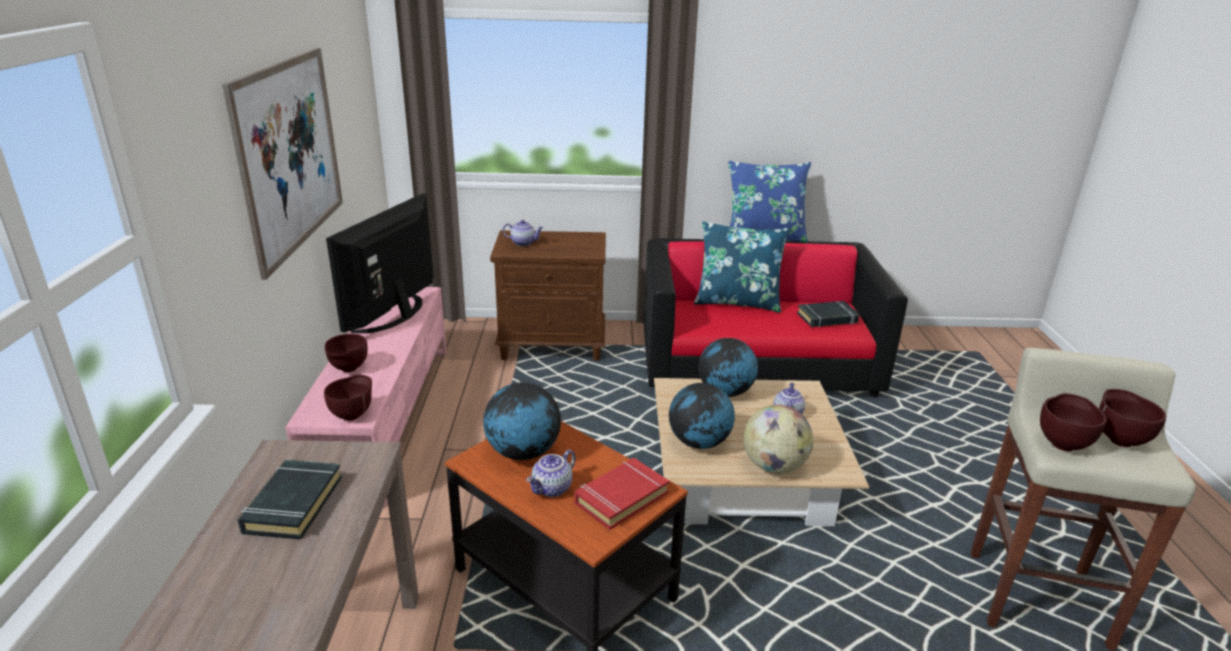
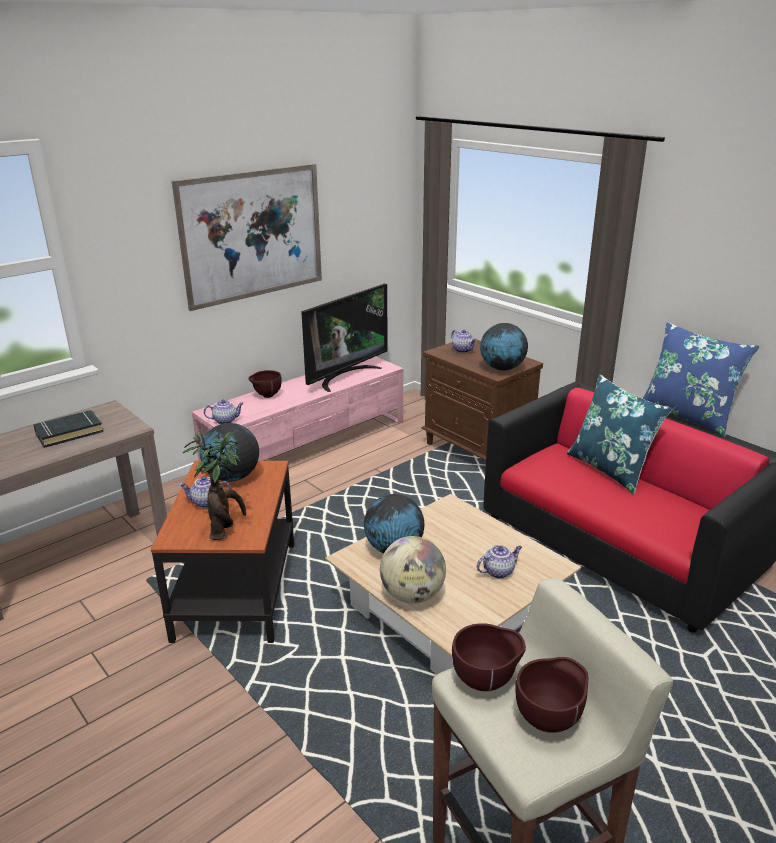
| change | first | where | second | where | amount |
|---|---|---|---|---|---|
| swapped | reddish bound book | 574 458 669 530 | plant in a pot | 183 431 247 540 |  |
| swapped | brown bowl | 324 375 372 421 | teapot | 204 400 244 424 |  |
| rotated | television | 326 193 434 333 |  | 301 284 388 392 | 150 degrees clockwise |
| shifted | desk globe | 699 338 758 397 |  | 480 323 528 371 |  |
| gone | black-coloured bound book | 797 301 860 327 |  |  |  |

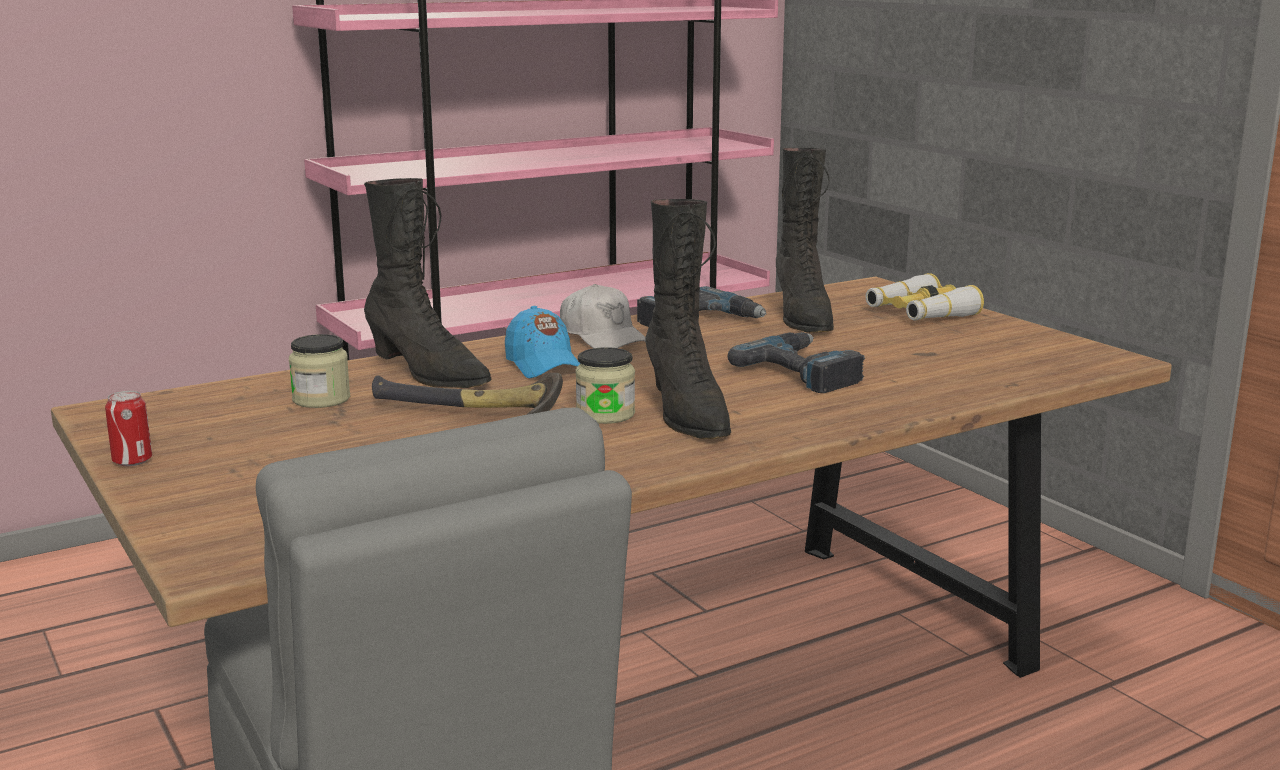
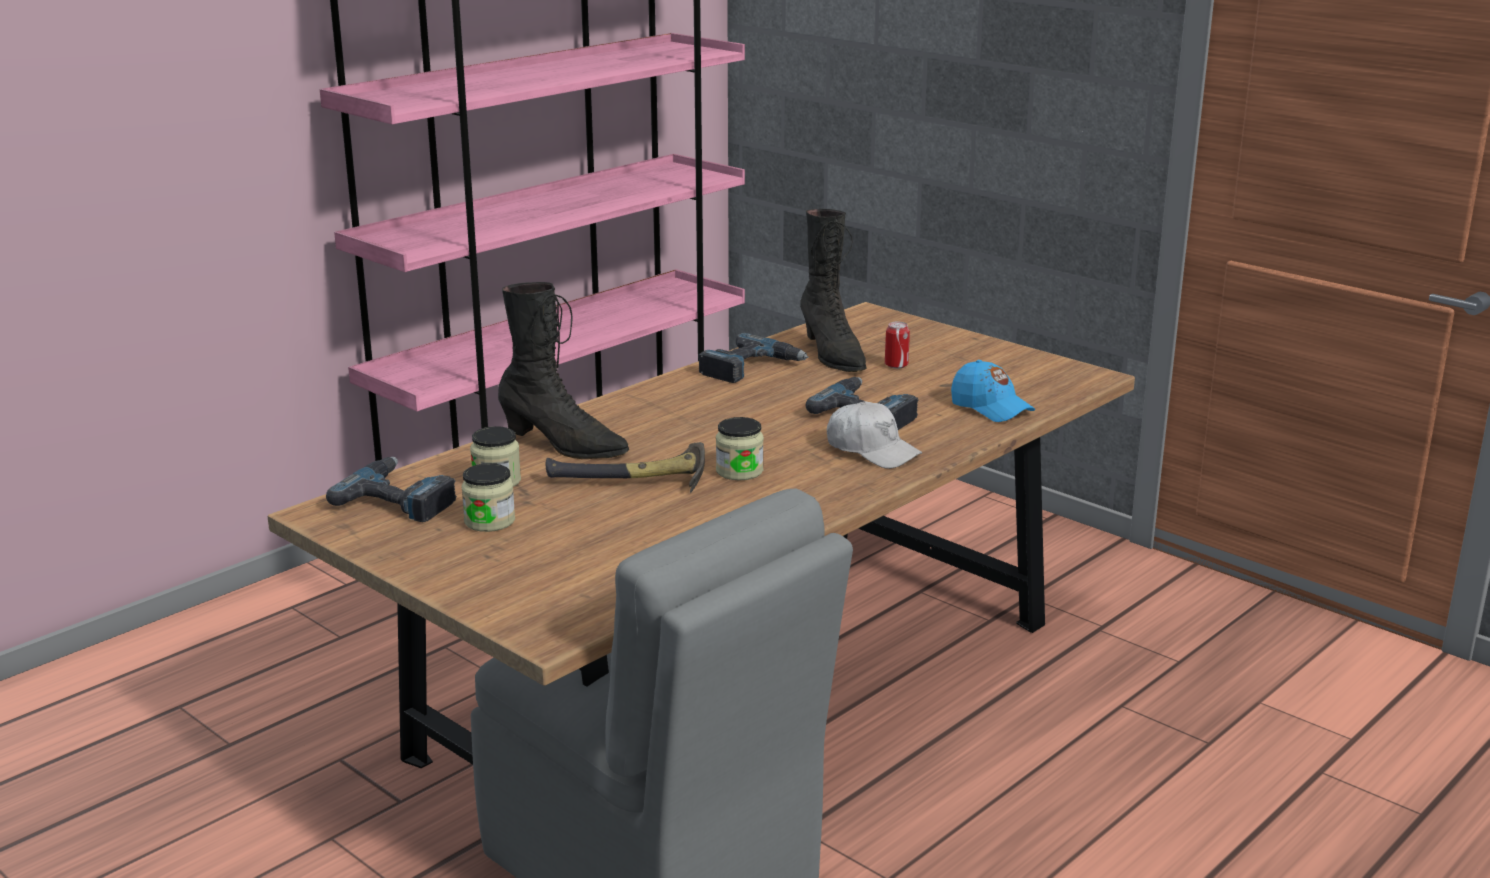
| change | first | where | second | where | amount |
|---|---|---|---|---|---|
| new |  |  | power drill | 326 457 457 522 |  |
| new |  |  | jar | 461 463 515 532 |  |
| shifted | white-coloured cap | 560 284 646 348 |  | 827 401 922 469 |  |
| shifted | can | 105 391 152 466 |  | 885 322 910 369 |  |
| shifted | blue cap | 505 306 580 378 |  | 951 360 1035 422 |  |
| gone | black-coloured high-top boot | 645 199 731 439 |  |  |  |
| gone | pair of binoculars | 866 273 984 321 |  |  |  |

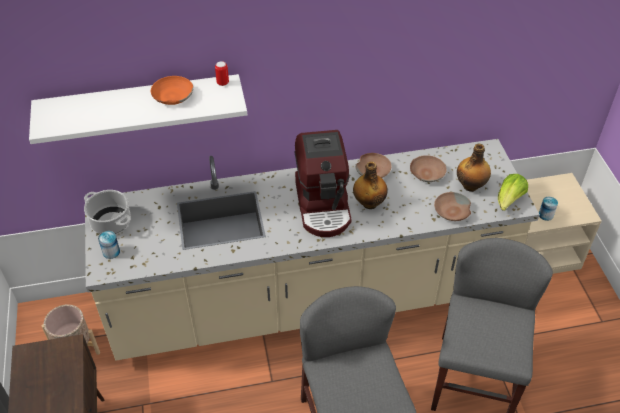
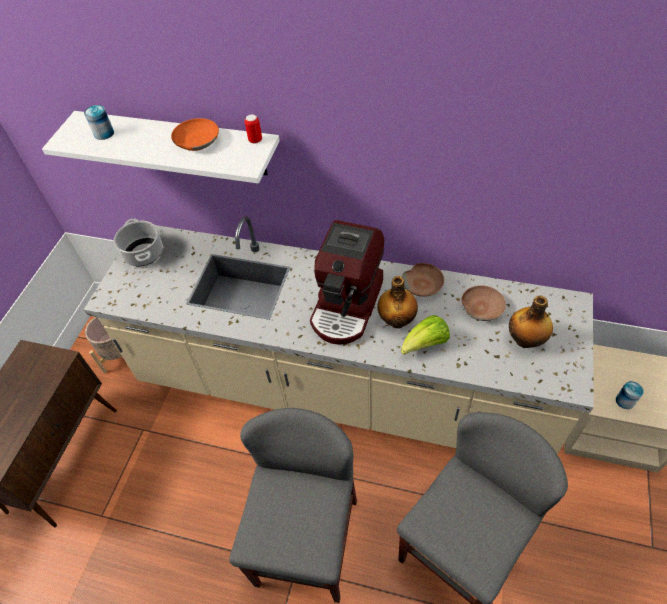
| change | first | where | second | where | amount |
|---|---|---|---|---|---|
| shifted | can | 98 231 120 259 |  | 84 105 114 140 |  |
| shifted | head of lettuce | 498 174 528 211 |  | 401 315 450 355 |  |
| gone | brown bowl | 434 192 471 221 |  |  |  |

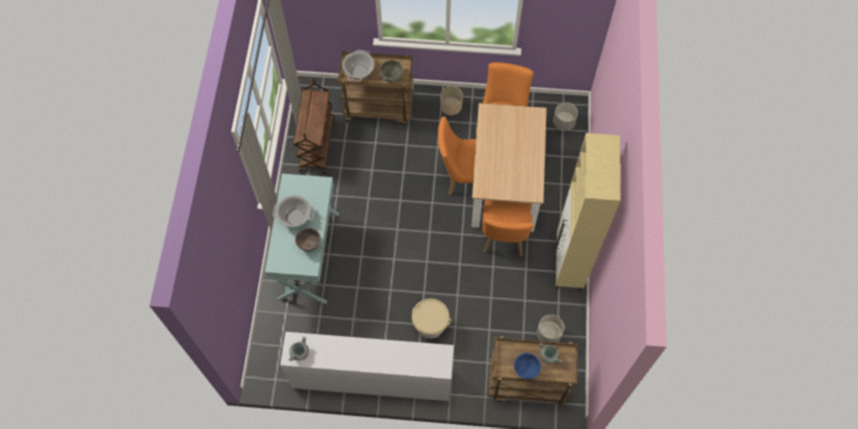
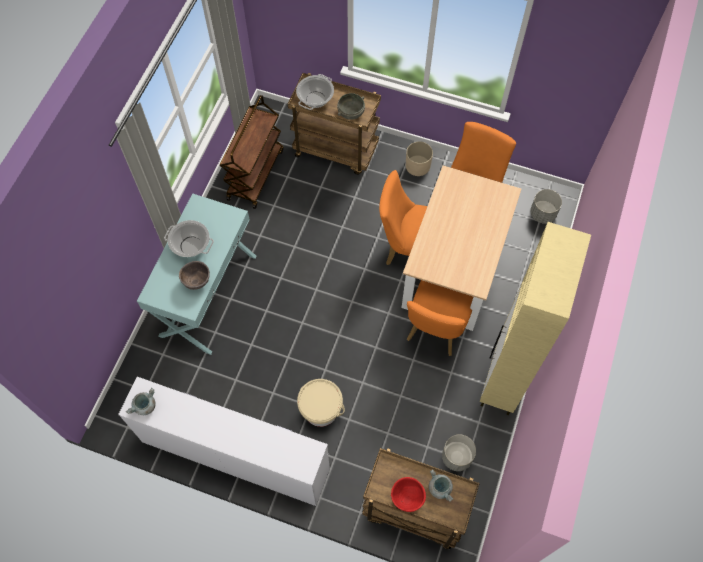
| change | first | where | second | where | amount |
|---|---|---|---|---|---|
| repainted | blue bowl | 514 353 542 379 | reddish bowl | 391 477 426 512 |  |

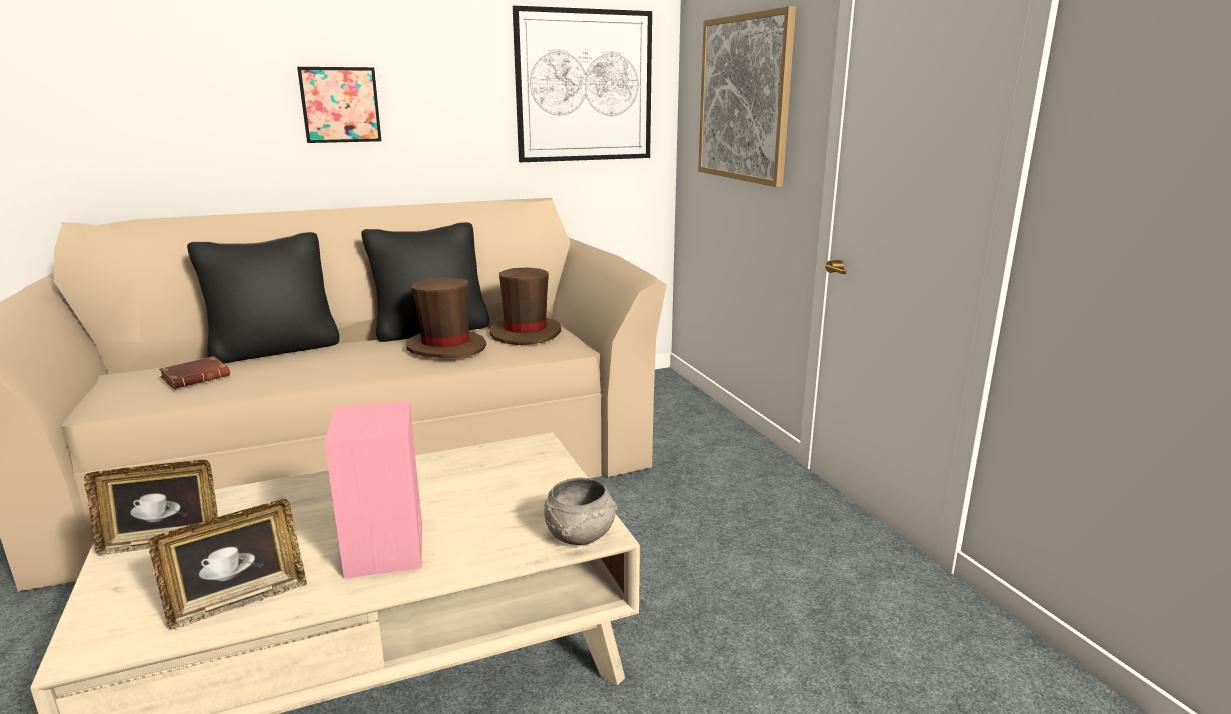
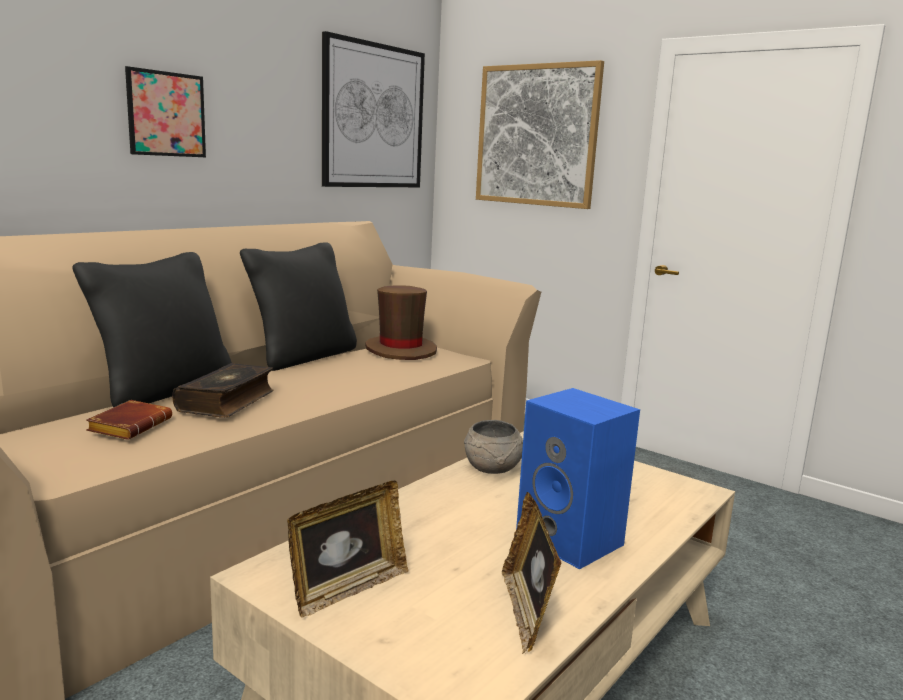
| change | first | where | second | where | amount |
|---|---|---|---|---|---|
| new |  |  | bound book | 172 363 274 418 |  |
| shifted | grey bowl | 544 478 617 545 |  | 464 420 523 474 |  |
| rotated | photo frame | 148 499 307 629 |  | 502 492 562 654 | 150 degrees clockwise |
| repainted | pink loudspeaker | 324 401 422 578 | blue loudspeaker | 516 388 640 569 |  |
| gone | brown clothing hat | 406 277 486 358 |  |  |  |

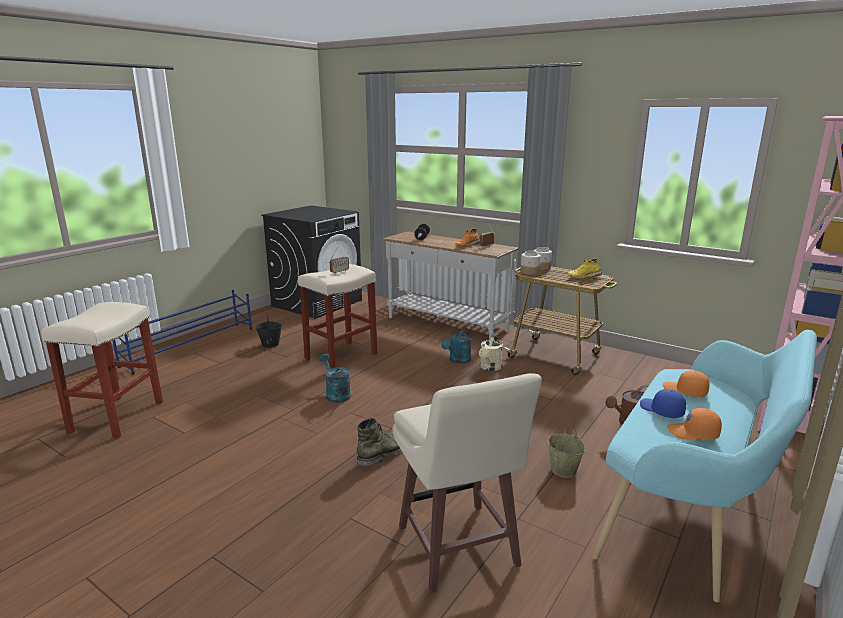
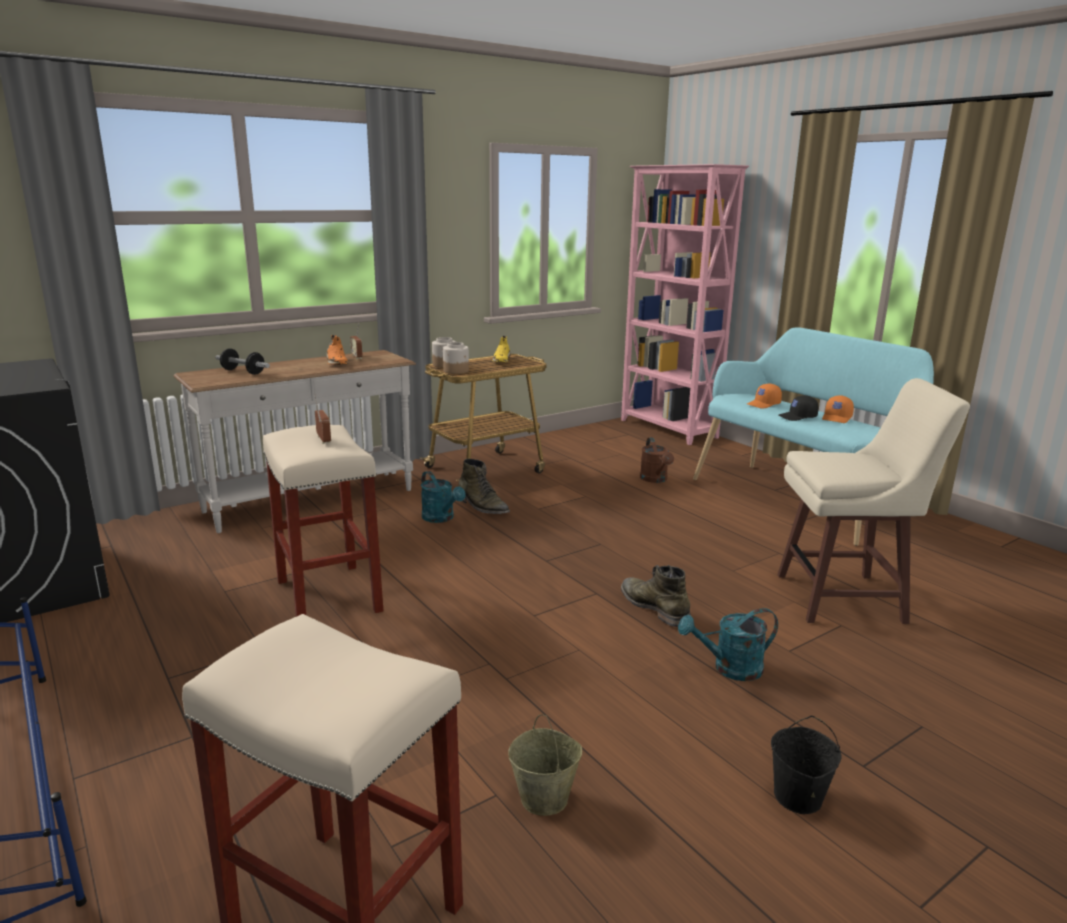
| change | first | where | second | where | amount |
|---|---|---|---|---|---|
| swapped | beige sprinkling can | 479 334 503 371 | greenish high-top boot | 459 459 510 514 |  |
| shifted | beige water bucket | 548 424 585 478 |  | 508 714 582 816 |  |
| shifted | blue-green sprinkling can | 319 354 351 403 |  | 678 608 778 681 |  |
| shifted | black-coloured water bucket | 255 312 282 348 |  | 771 716 842 814 |  |
| repainted | blue cap | 640 389 686 418 | black-coloured cap | 778 395 818 421 |  |

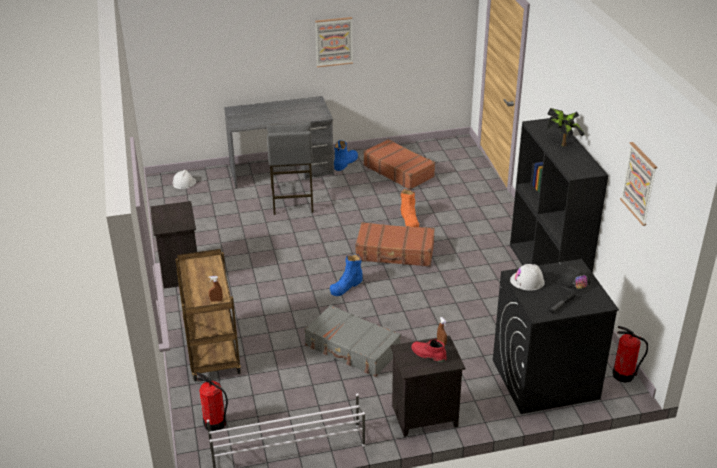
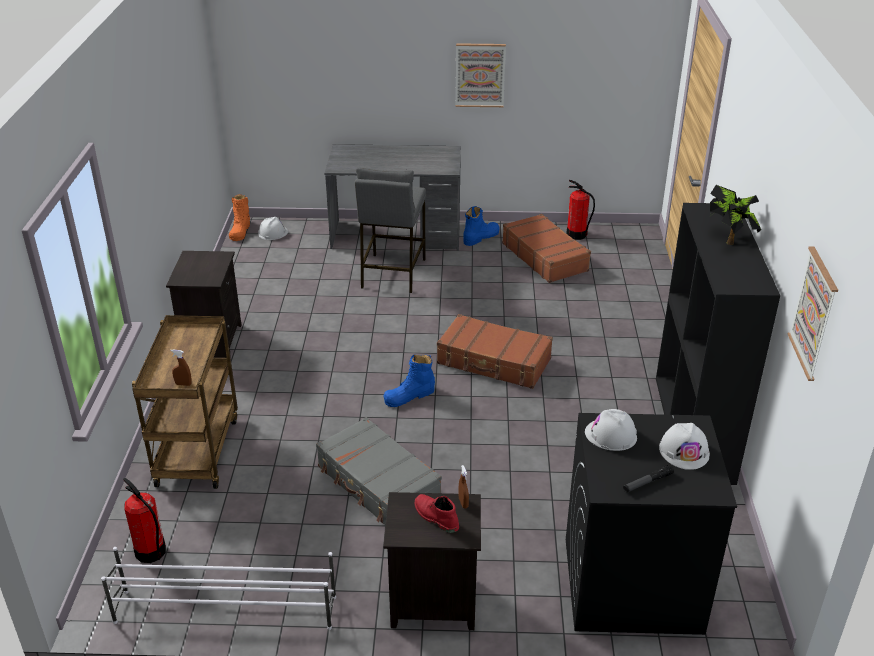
| change | first | where | second | where | amount |
|---|---|---|---|---|---|
| shifted | orange high-top boot | 401 189 419 227 |  | 229 194 250 241 |  |
| shifted | extinguisher | 613 326 648 383 |  | 566 180 595 240 |  |
| repainted | black-coloured safety helmet | 559 264 592 294 | white-coloured safety helmet | 659 423 710 470 |  |

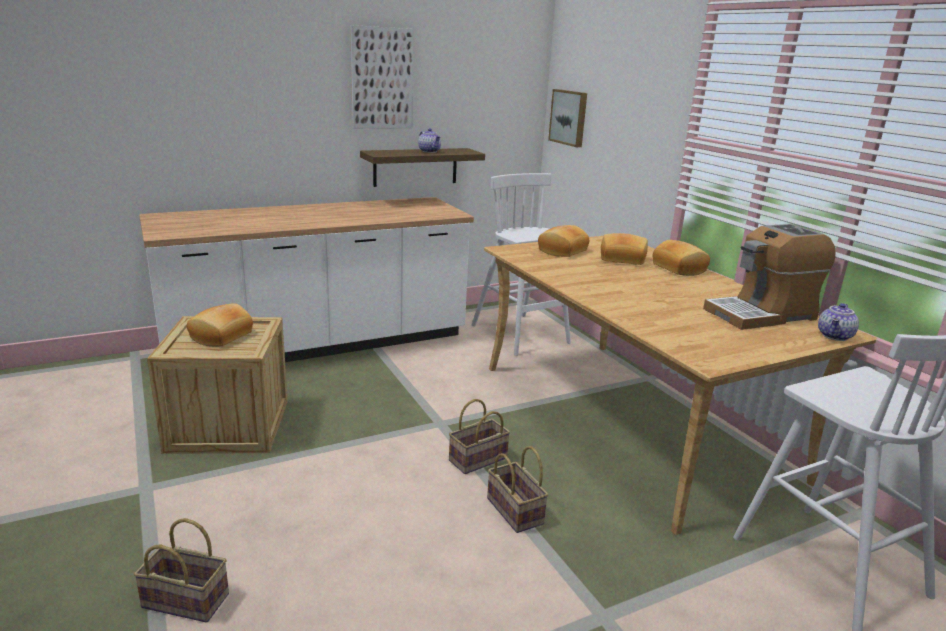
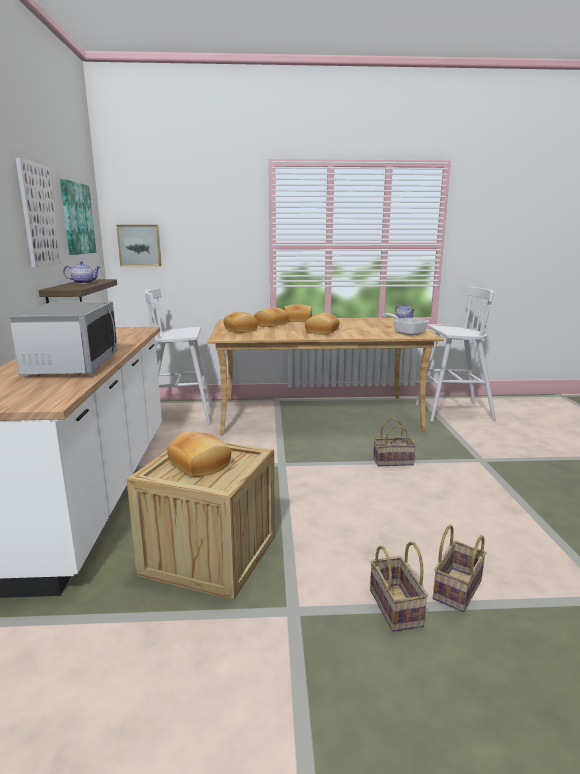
| change | first | where | second | where | amount |
|---|---|---|---|---|---|
| new |  |  | microwave | 9 301 118 375 |  |
| new |  |  | wall art | 60 179 96 255 |  |
| new |  |  | bread | 305 313 339 335 |  |
| shifted | basket | 449 399 510 474 |  | 370 542 428 632 |  |
| new |  |  | pan | 382 313 429 336 |  |
| gone | coffee maker | 703 224 835 330 |  |  |  |

